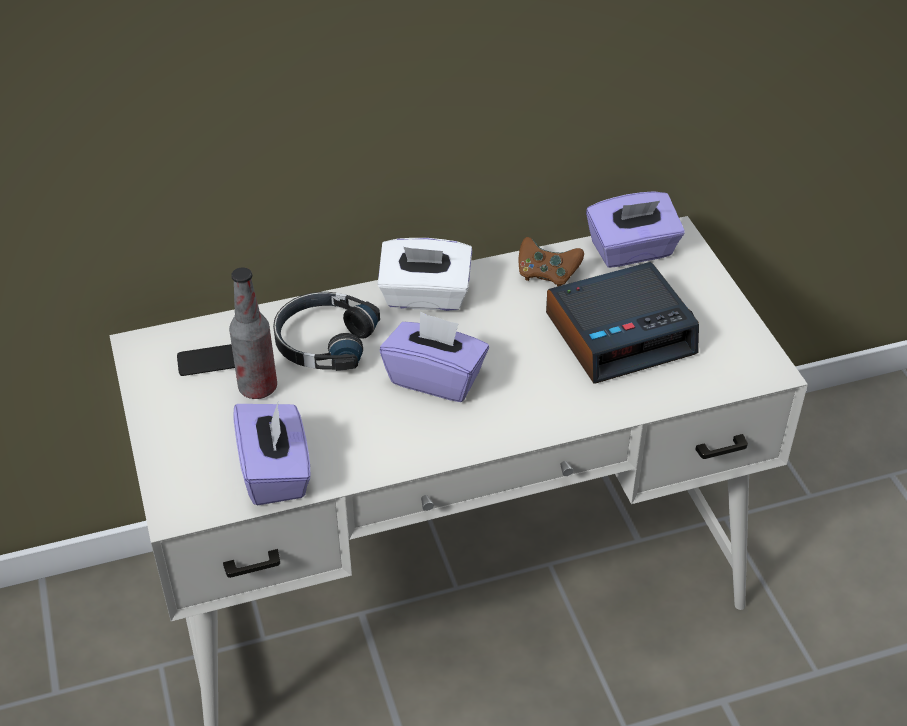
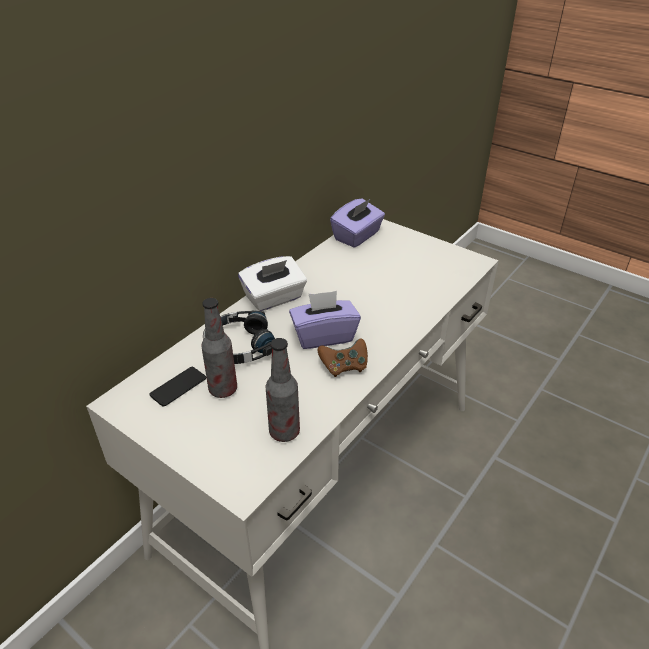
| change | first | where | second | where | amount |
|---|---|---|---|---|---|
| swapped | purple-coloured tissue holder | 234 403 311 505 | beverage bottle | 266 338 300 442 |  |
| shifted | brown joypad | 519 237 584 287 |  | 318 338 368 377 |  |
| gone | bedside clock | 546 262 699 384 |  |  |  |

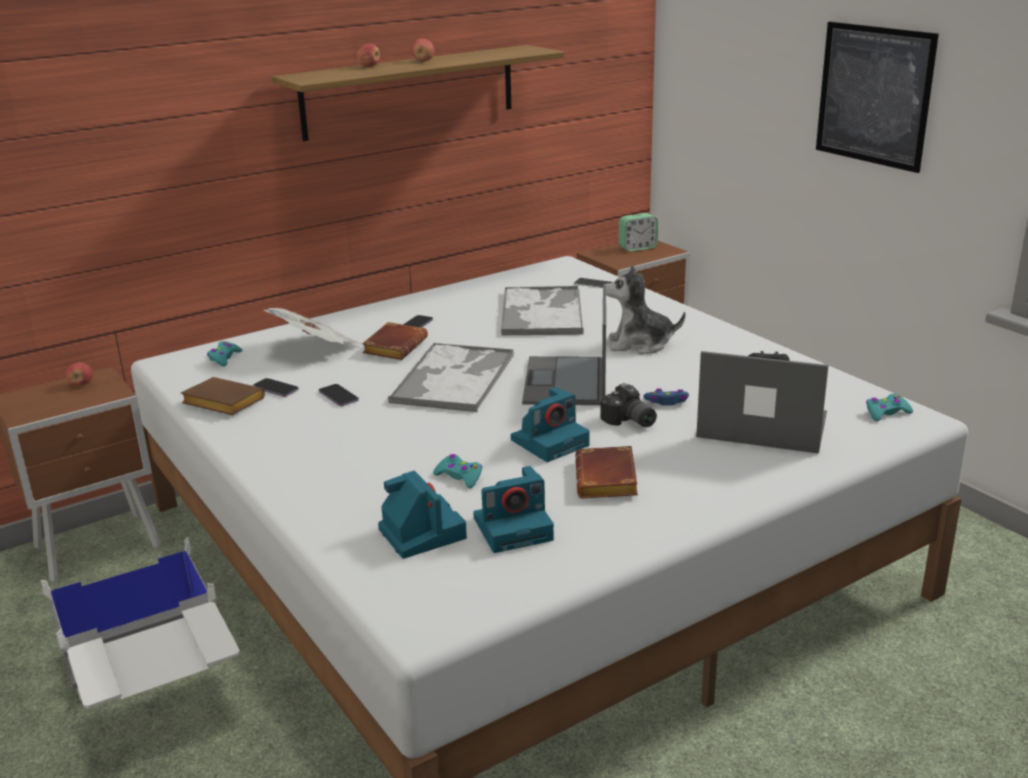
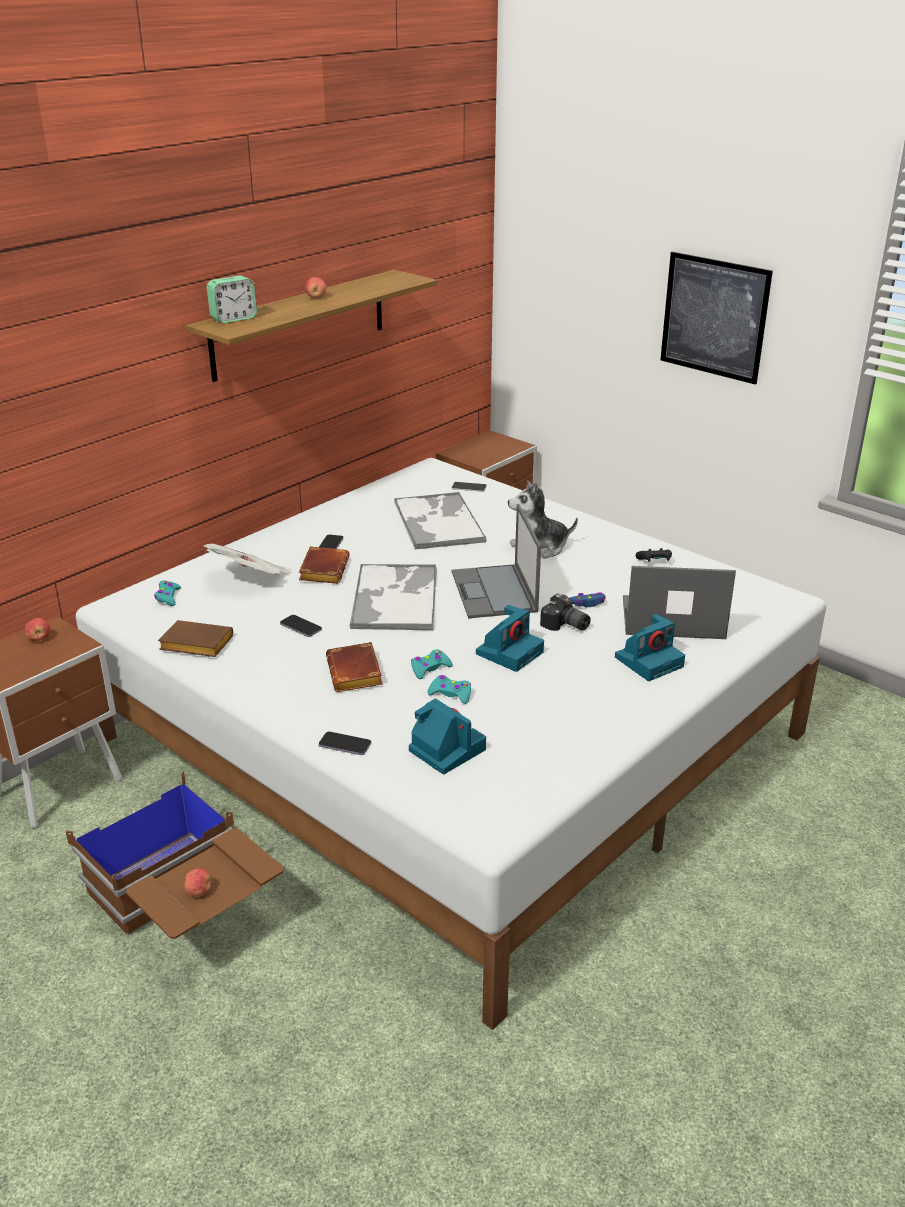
| change | first | where | second | where | amount |
|---|---|---|---|---|---|
| repainted | white-coloured storage bin | 41 537 240 708 | brown storage bin | 66 771 284 939 |  |
| shifted | apple fruit | 357 43 380 67 |  | 184 868 211 897 |  |
| shifted | bedside clock | 619 213 658 252 |  | 207 275 257 323 |  |
| shifted | telephone | 252 378 299 397 |  | 319 731 371 755 |  |
| shifted | brown bound book | 575 446 638 498 |  | 326 642 383 692 |  |
| shifted | blue-green joypad | 866 394 913 421 |  | 411 649 453 679 |  |
| shifted | photo camera | 473 466 554 553 |  | 615 614 685 681 |  |

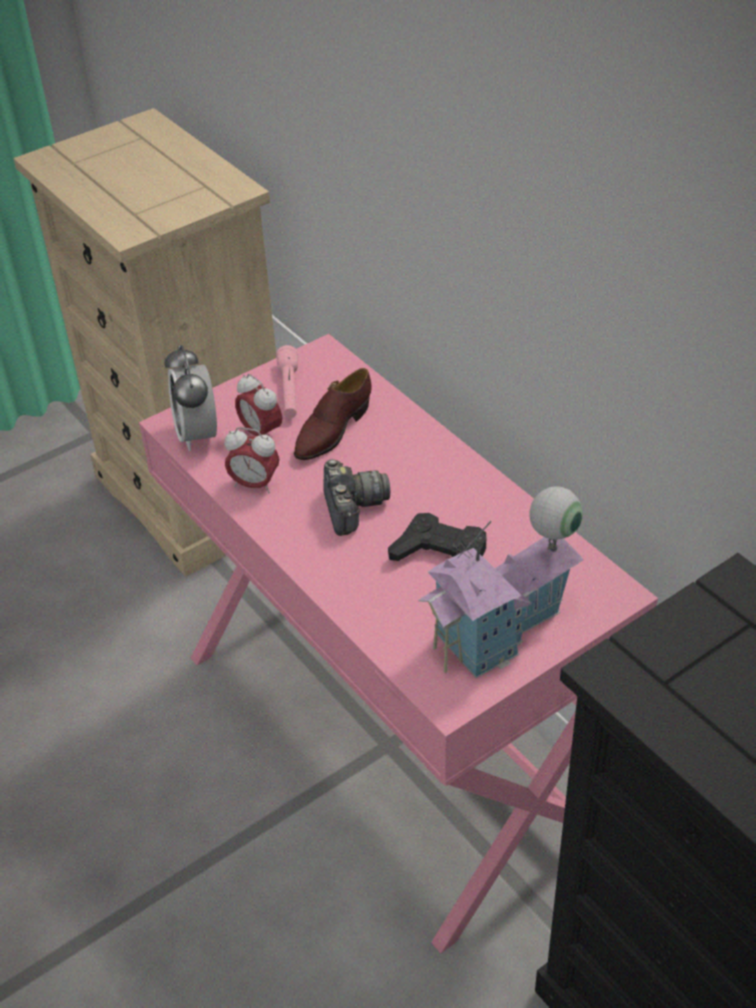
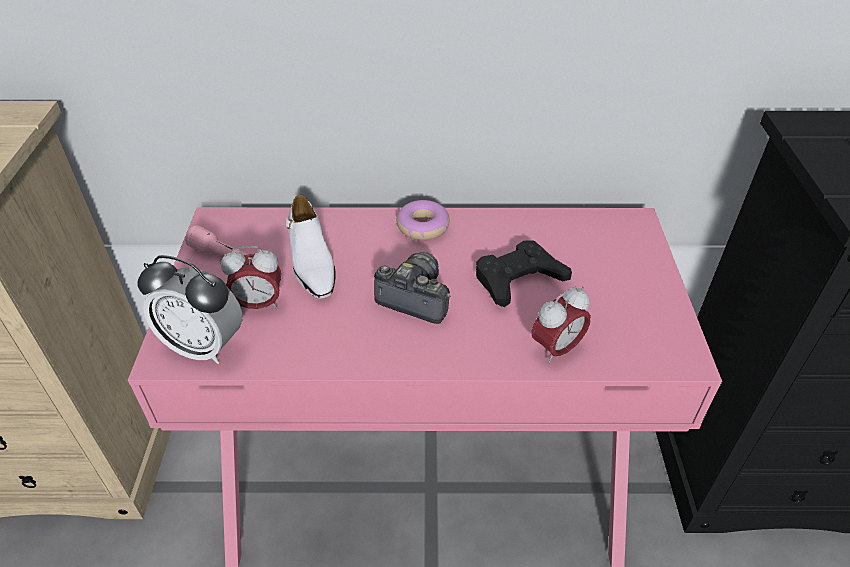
| change | first | where | second | where | amount |
|---|---|---|---|---|---|
| repainted | brown item of footwear | 294 368 372 460 | white-coloured item of footwear | 285 195 336 298 |  |
| new |  |  | donut | 397 200 450 240 |  |
| shifted | bedside clock | 224 427 279 493 |  | 532 286 591 364 |  |
| gone | toy house | 418 486 584 678 |  |  |  |

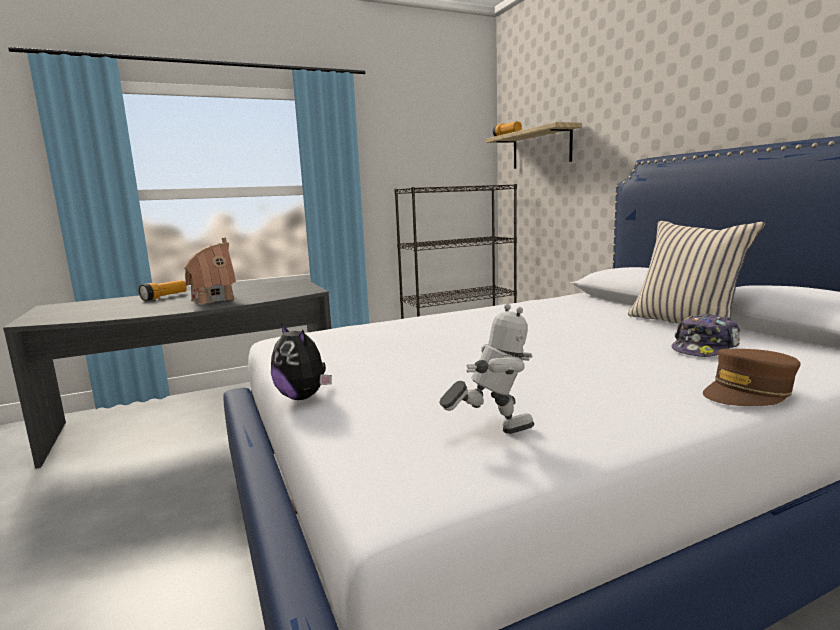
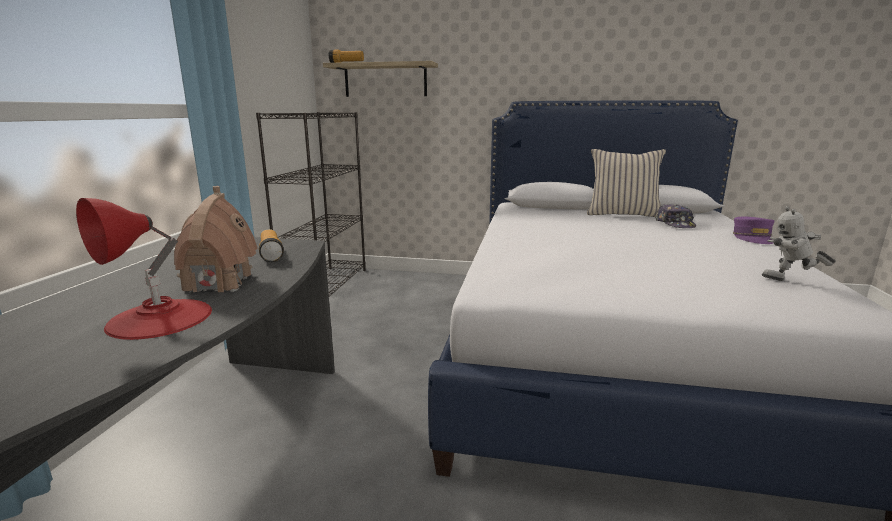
| change | first | where | second | where | amount |
|---|---|---|---|---|---|
| new |  |  | reddish table lamp | 76 198 212 340 |  |
| shifted | torch | 139 280 187 301 |  | 259 230 284 262 |  |
| repainted | brown cap | 703 349 801 406 | purple-coloured cap | 733 217 774 244 |  |
| rotated | robot figure | 440 304 534 434 |  | 762 206 836 281 | 90 degrees counterclockwise |
| gone | cuddly toy | 271 324 332 400 |  |  |  |

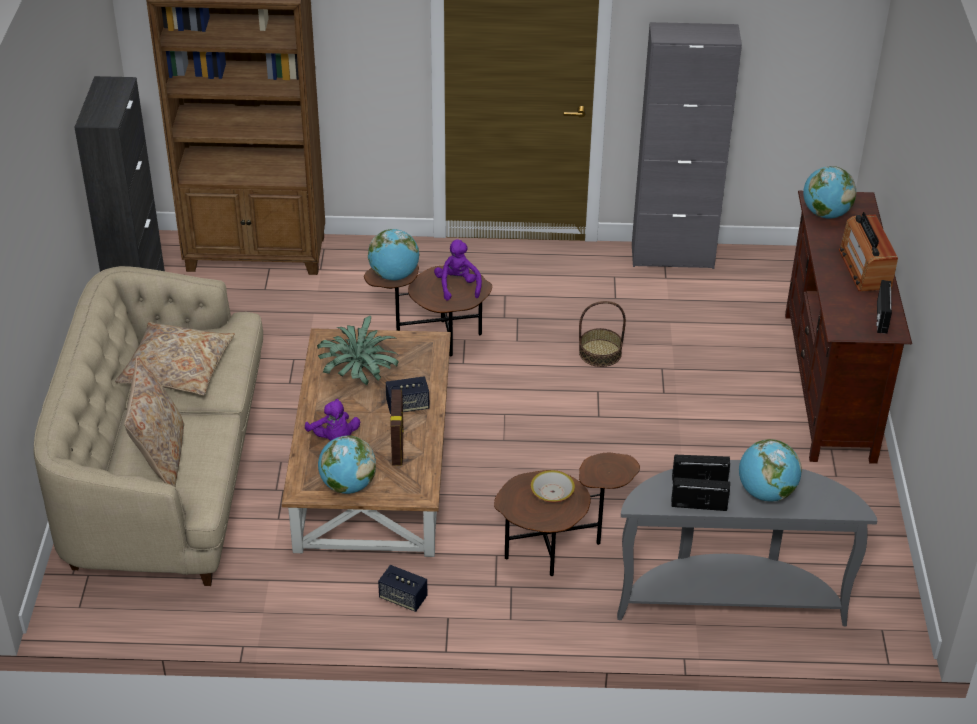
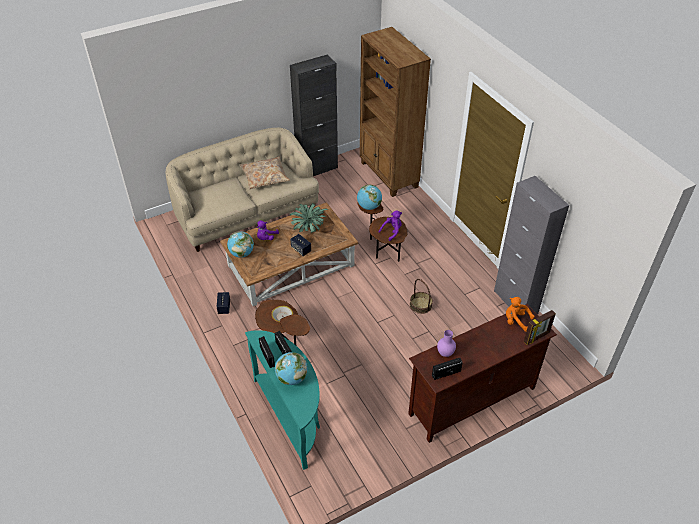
| change | first | where | second | where | amount |
|---|---|---|---|---|---|
| repainted | grey console table | 617 460 877 626 | blue-green console table | 245 330 320 470 |  |
| new |  |  | purple-coloured vase | 437 330 456 357 |  |
| swapped | desk globe | 803 166 857 219 | orange cuddly toy | 506 297 534 332 |  |
| shifted | photo frame | 390 390 403 466 |  | 524 310 556 345 |  |
| gone | beige throw pillow | 124 356 184 487 |  |  |  |
| gone | radio receiver | 839 212 898 292 |  |  |  |

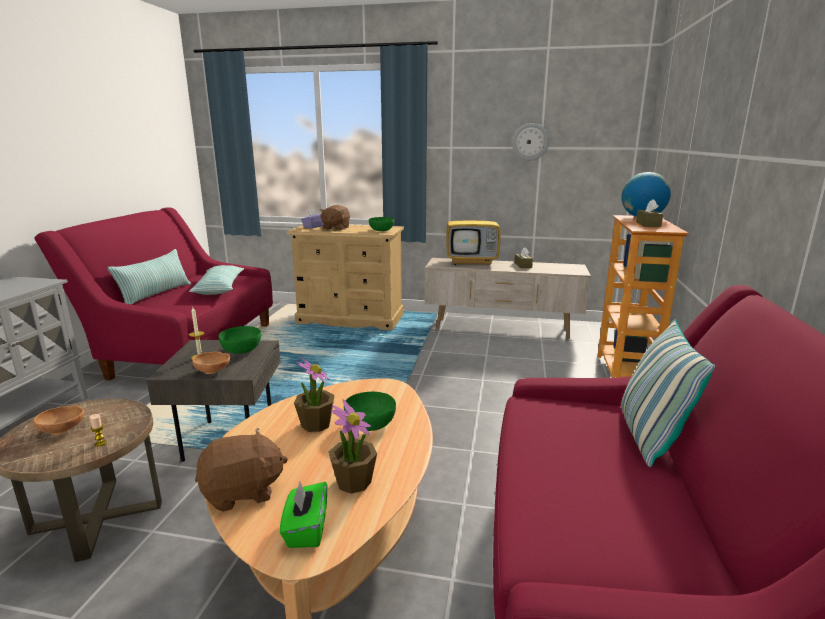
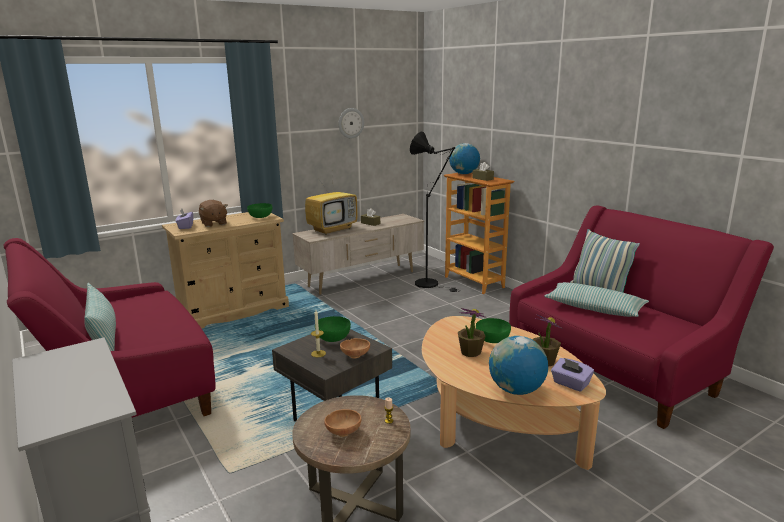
| change | first | where | second | where | amount |
|---|---|---|---|---|---|
| new |  |  | black-coloured floor lamp | 410 132 459 292 |  |
| swapped | brown cuddly toy | 195 428 288 512 | desk globe | 489 336 548 395 |  |
| shifted | throw pillow | 189 265 244 295 |  | 544 282 649 317 |  |
| repainted | greenish tissue holder | 280 481 327 548 | purple-coloured tissue holder | 551 358 594 392 |  |

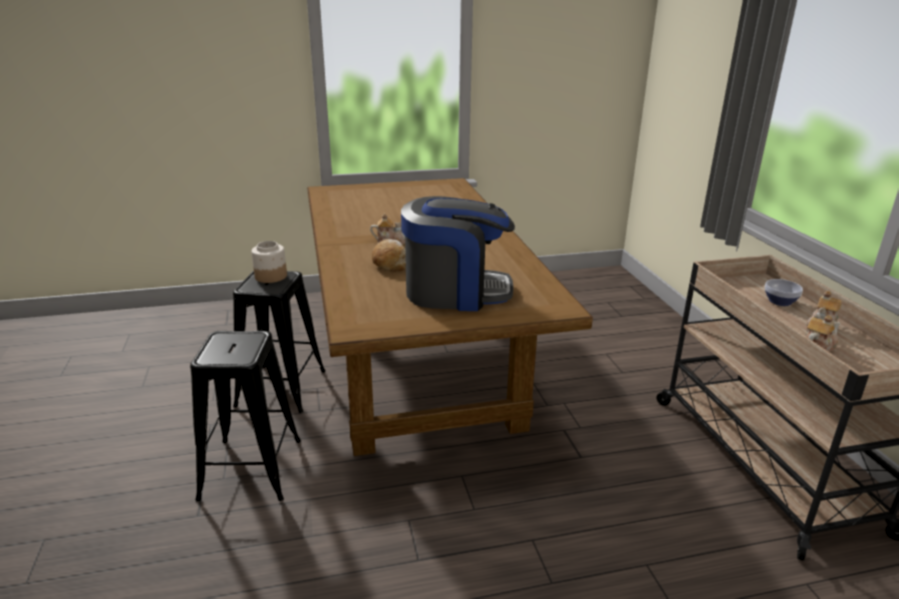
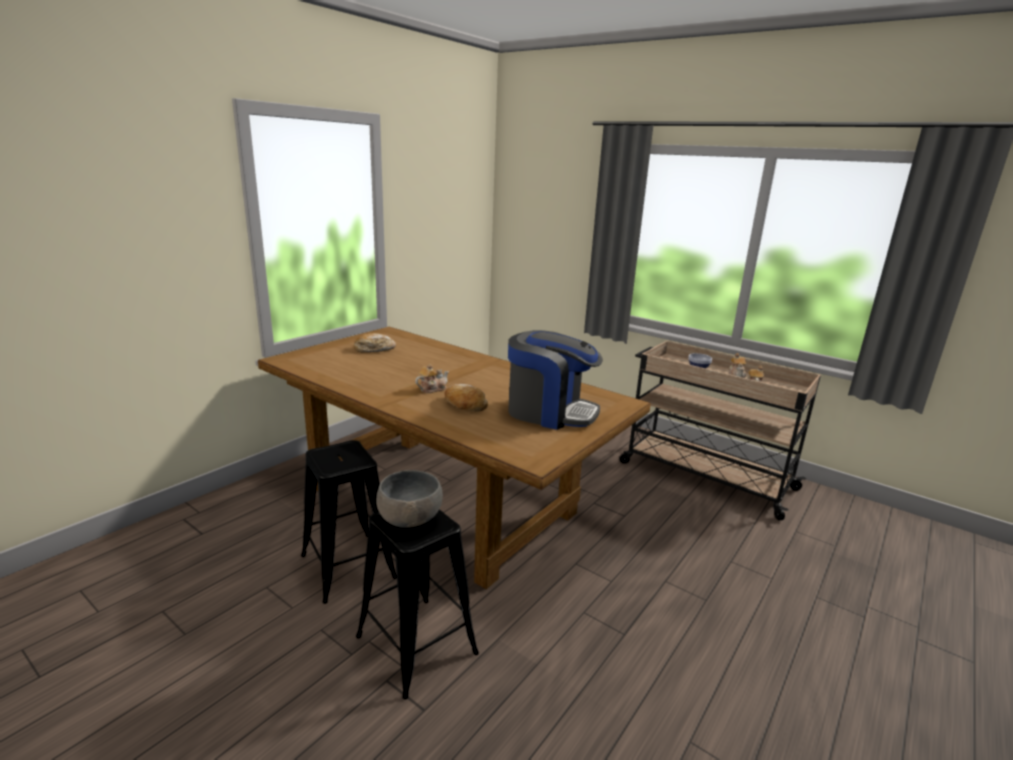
| change | first | where | second | where | amount |
|---|---|---|---|---|---|
| new |  |  | bread | 354 333 396 352 |  |
| new |  |  | grey bowl | 376 470 443 528 |  |
| rotated | coffee maker | 401 196 515 311 |  | 508 330 603 430 | 60 degrees clockwise |
| gone | jar | 251 241 287 283 |  |  |  |

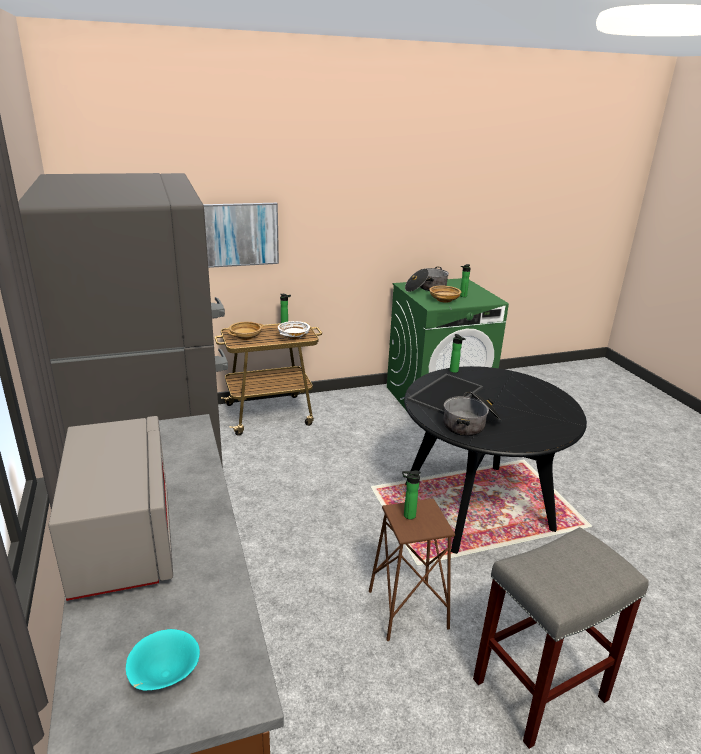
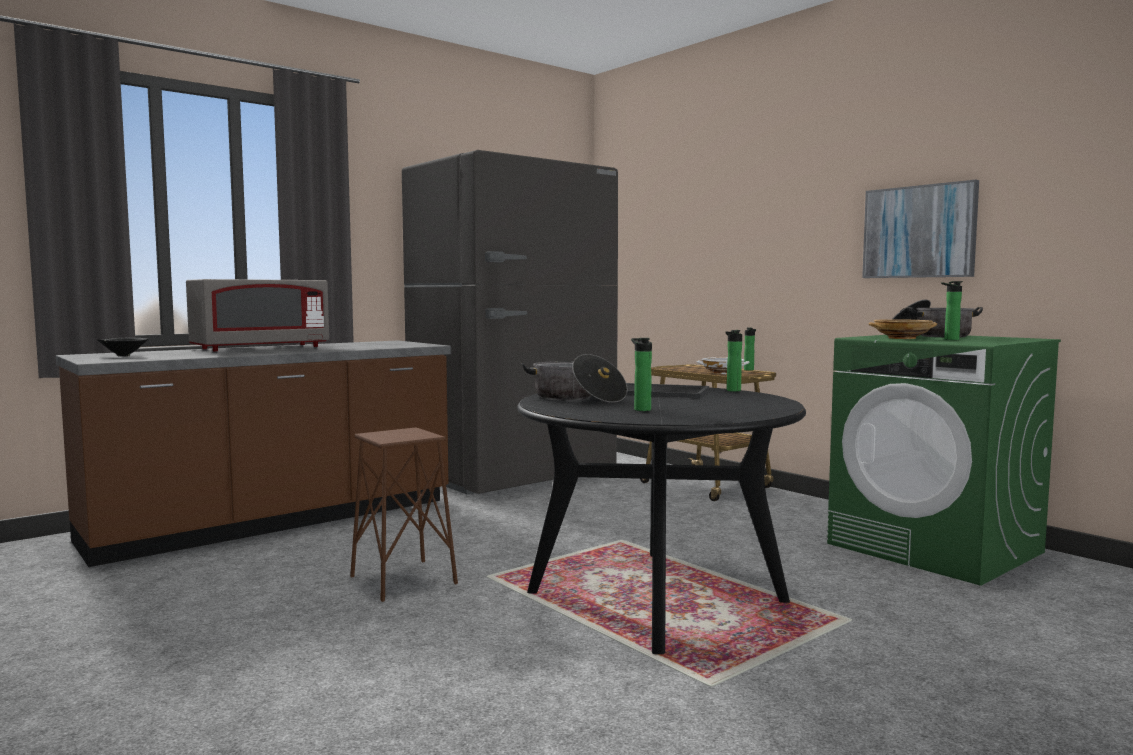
| change | first | where | second | where | amount |
|---|---|---|---|---|---|
| repainted | blue-green bowl | 126 629 200 691 | black-coloured bowl | 97 338 148 357 |  |
| shifted | beverage bottle | 402 470 421 519 |  | 631 338 652 411 |  |
| shifted | wall art | 203 203 279 268 |  | 862 180 979 278 |  |
| gone | beige bowl | 227 322 263 340 |  |  |  |
| gone | grey sitting stool | 473 527 649 749 |  |  |  |

